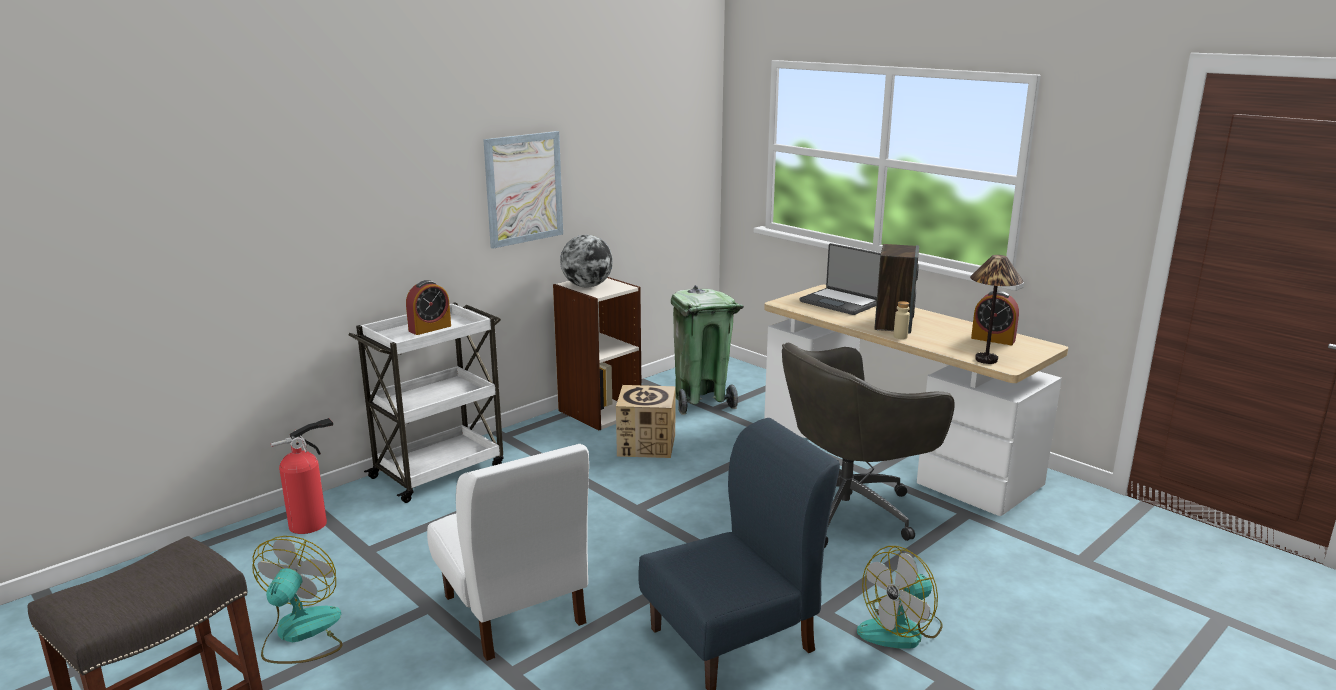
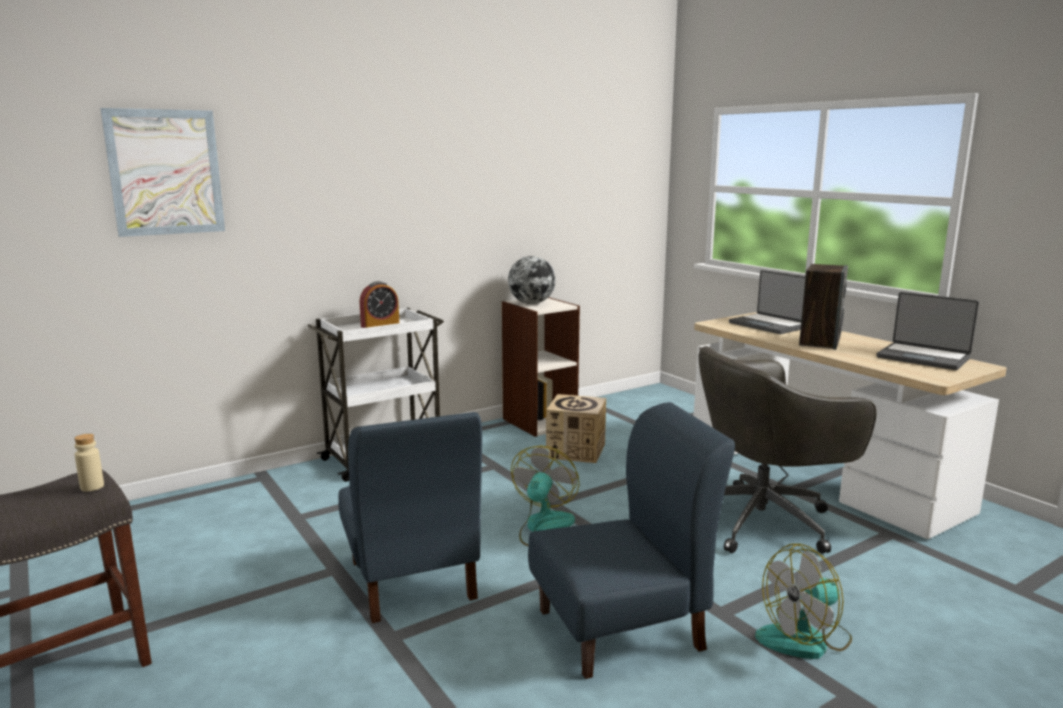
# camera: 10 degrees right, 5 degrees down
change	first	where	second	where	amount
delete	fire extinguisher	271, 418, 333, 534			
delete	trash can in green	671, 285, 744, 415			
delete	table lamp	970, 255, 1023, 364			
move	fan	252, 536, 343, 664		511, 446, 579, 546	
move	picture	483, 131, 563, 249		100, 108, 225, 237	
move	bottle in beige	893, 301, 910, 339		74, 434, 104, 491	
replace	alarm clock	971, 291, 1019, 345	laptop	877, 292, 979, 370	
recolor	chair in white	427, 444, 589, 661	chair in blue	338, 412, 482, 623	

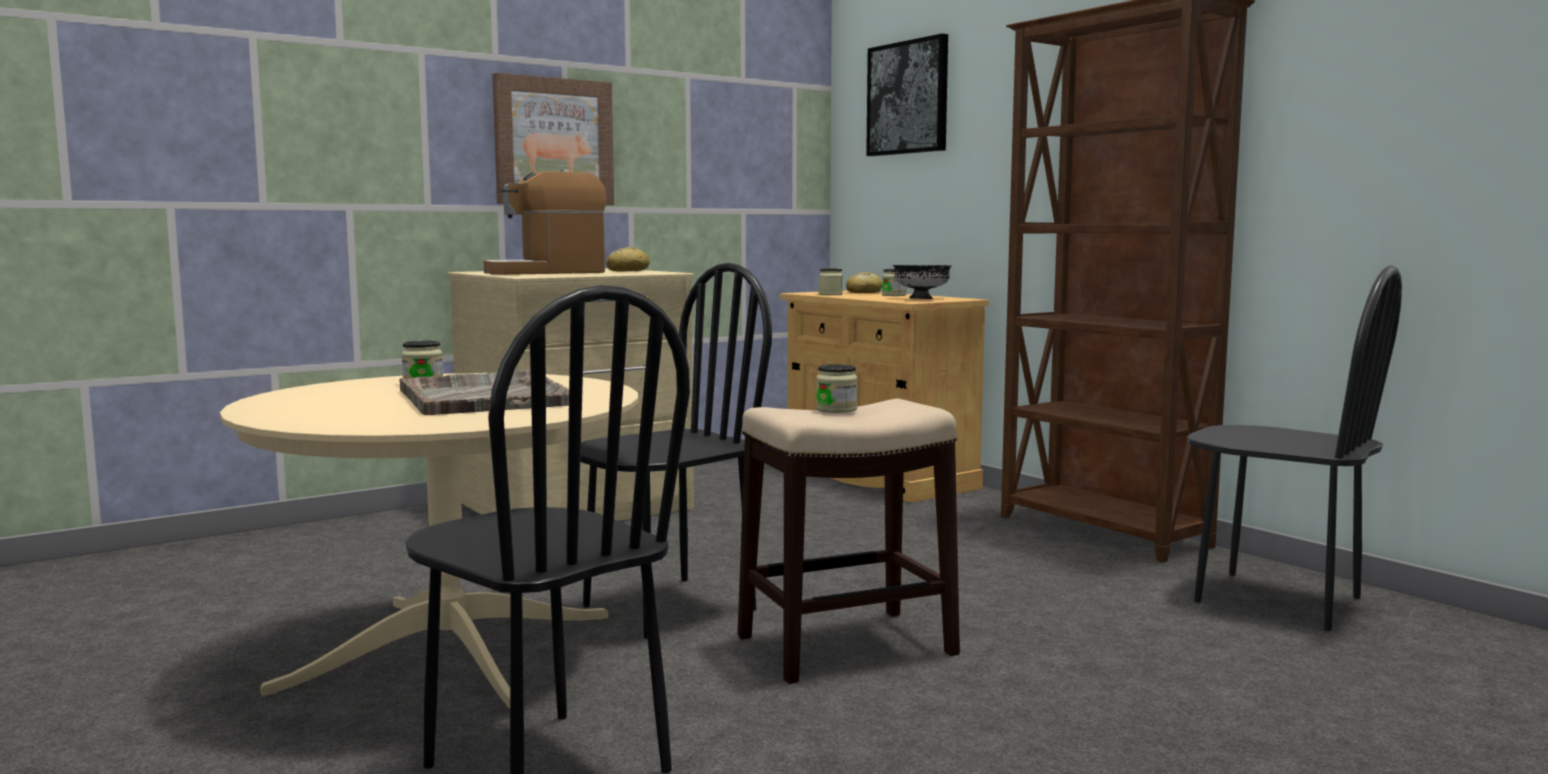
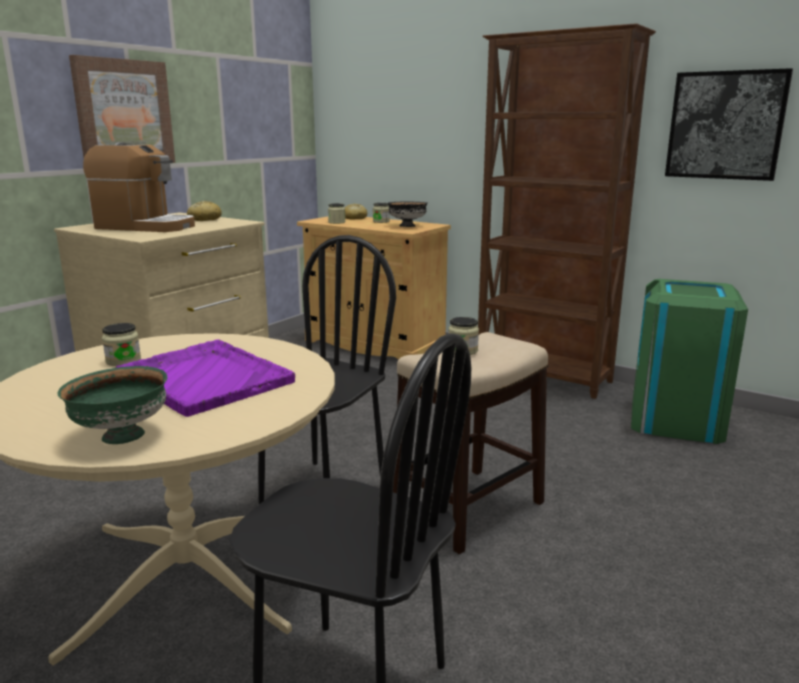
# camera: 20 degrees left, 10 degrees up
change	first	where	second	where	amount
insert			bowl in green	57, 366, 168, 444	
move	picture	866, 34, 948, 156		665, 68, 793, 181	
replace	chair in black	1187, 265, 1402, 631	trash can in green	631, 279, 748, 444	
recolor	tray in grey	399, 370, 569, 415	tray in purple	115, 340, 295, 417	
rotate	coffee machine	484, 170, 607, 275		83, 142, 195, 232	120 degrees counterclockwise

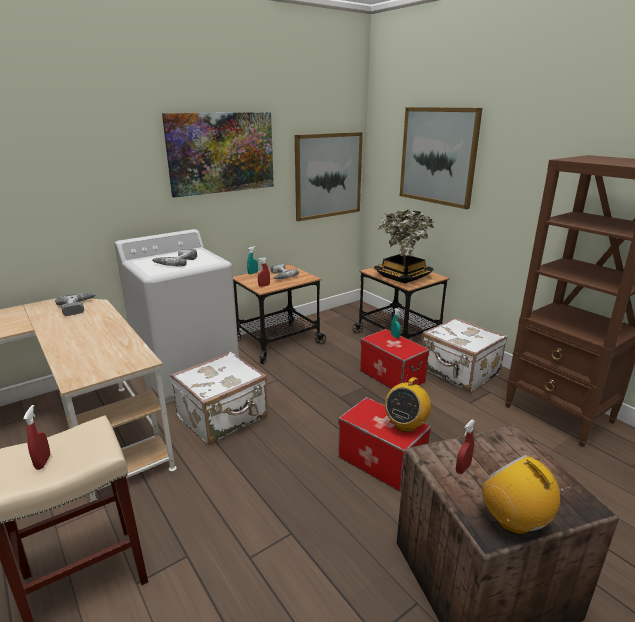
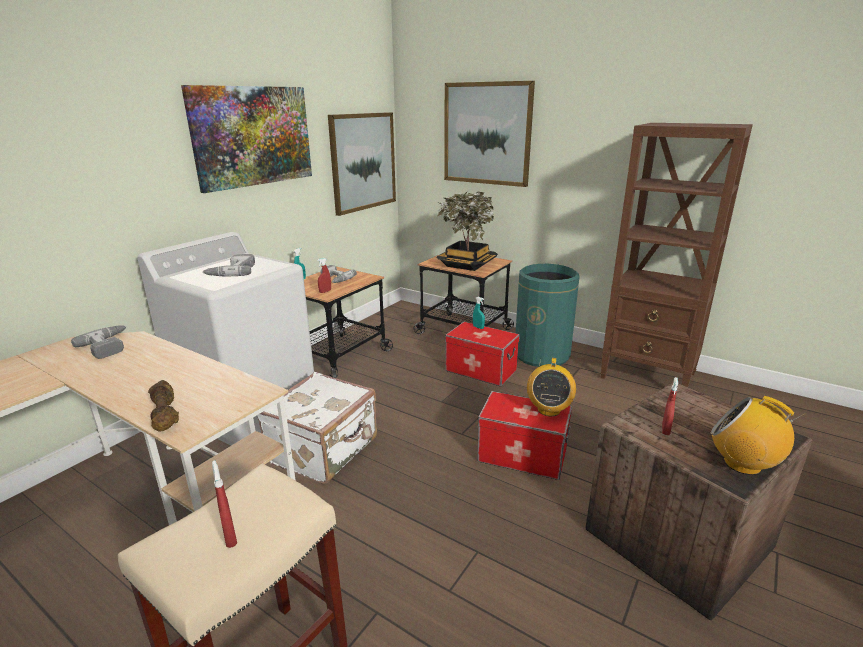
# camera: 20 degrees left, 0 degrees up
change	first	where	second	where	amount
insert			dumbbell in brown	148, 380, 179, 431	
replace	suitcase in white	422, 317, 507, 392	trash can in green	516, 264, 580, 367	

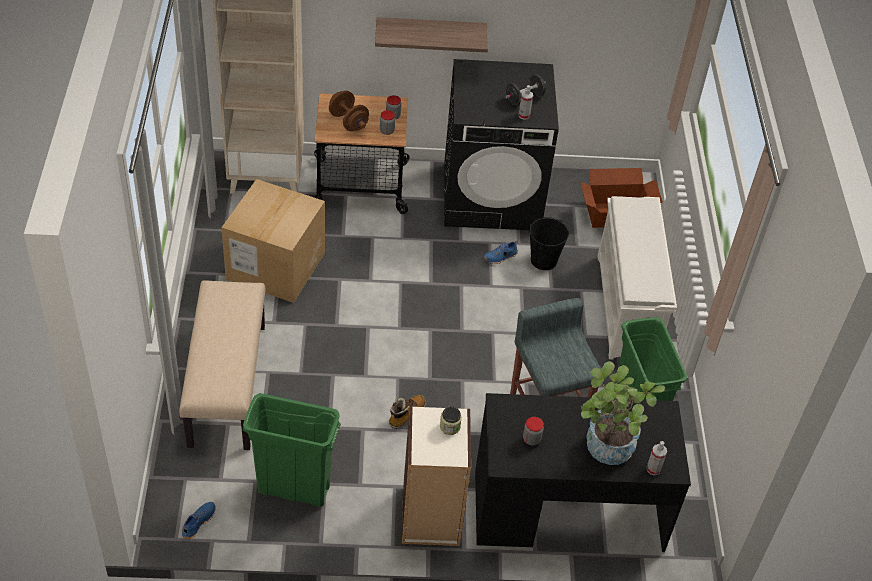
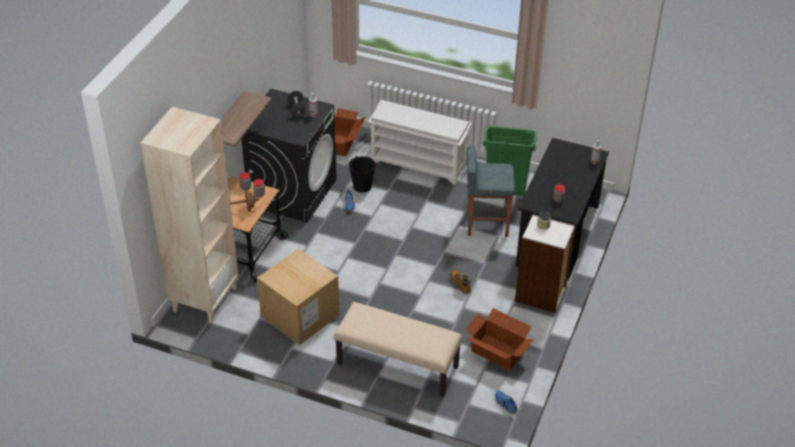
# camera: 65 degrees left, 5 degrees down
change	first	where	second	where	amount
delete	potted plant	581, 361, 665, 465			
replace	trash can in green	242, 393, 341, 507	cardboard box	465, 308, 534, 370	

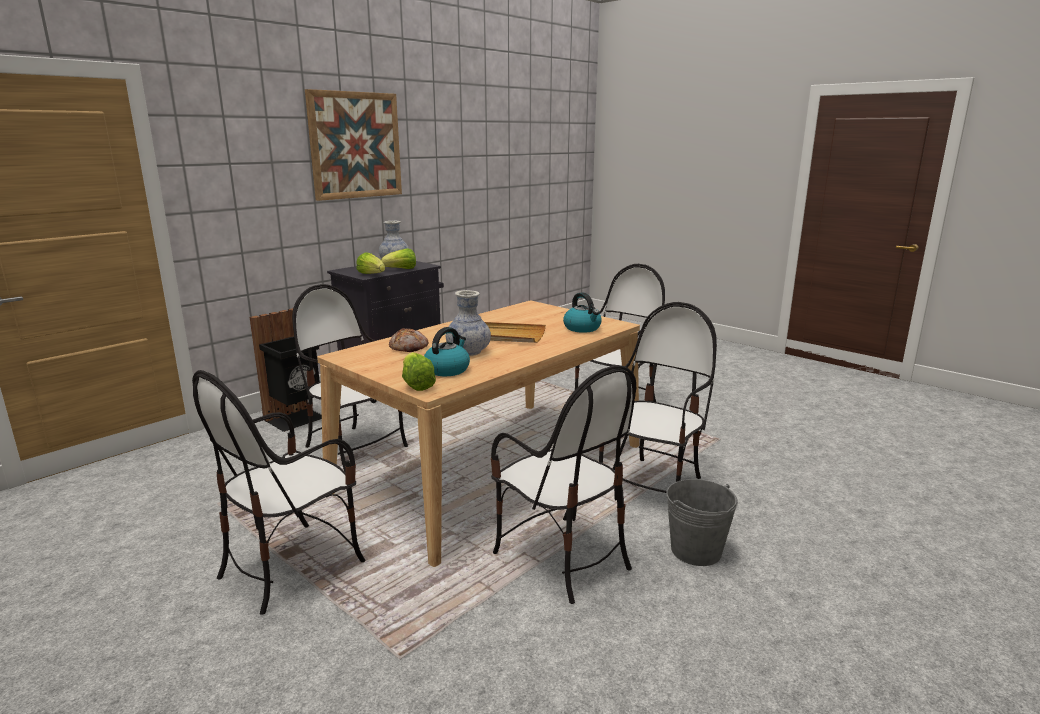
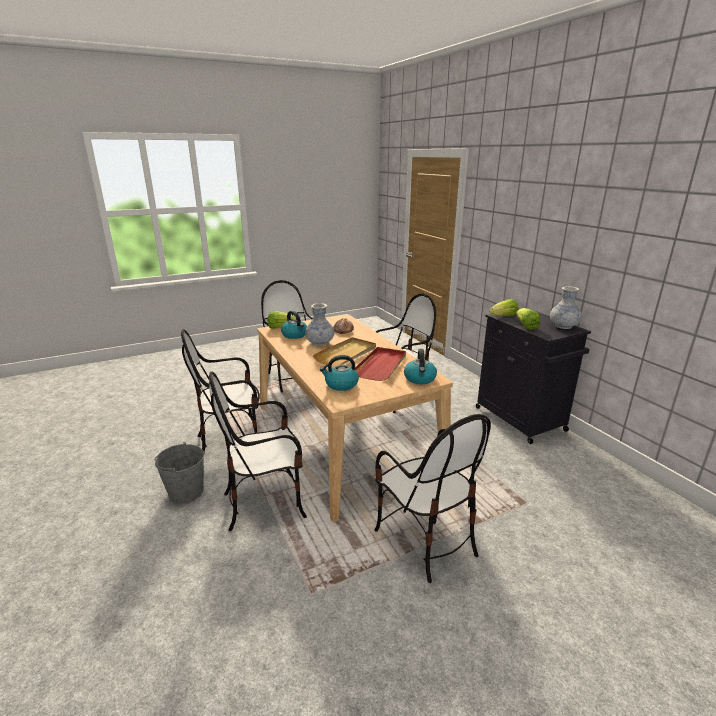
# camera: 110 degrees right, 5 degrees up
change	first	where	second	where	amount
delete	trash can in black	250, 308, 322, 432			
delete	picture	305, 89, 402, 201			
insert			tray in red	355, 347, 406, 381	
insert			kettle	404, 349, 437, 384	
rotate	chair	599, 302, 717, 493		209, 371, 307, 531	105 degrees clockwise

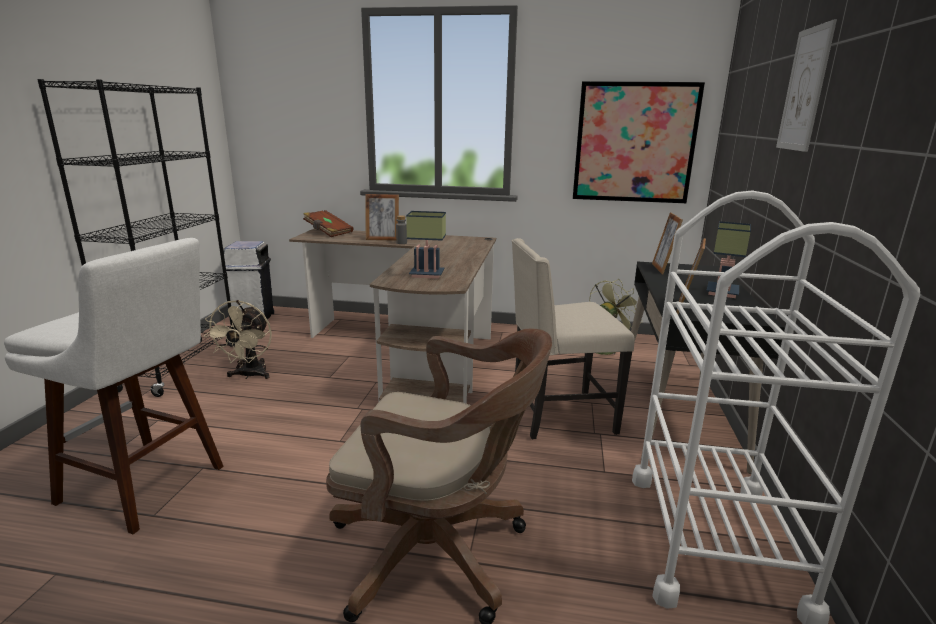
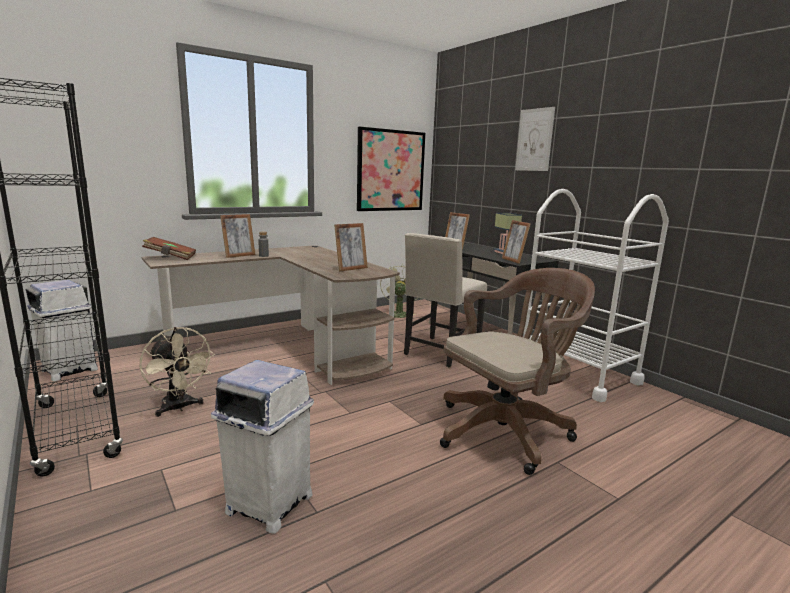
# camera: 45 degrees left, 5 degrees down
change	first	where	second	where	amount
replace	stool in white	4, 238, 224, 534	trash can in white	211, 360, 314, 534	
replace	table lamp	406, 211, 446, 279	picture frame	334, 223, 368, 271	

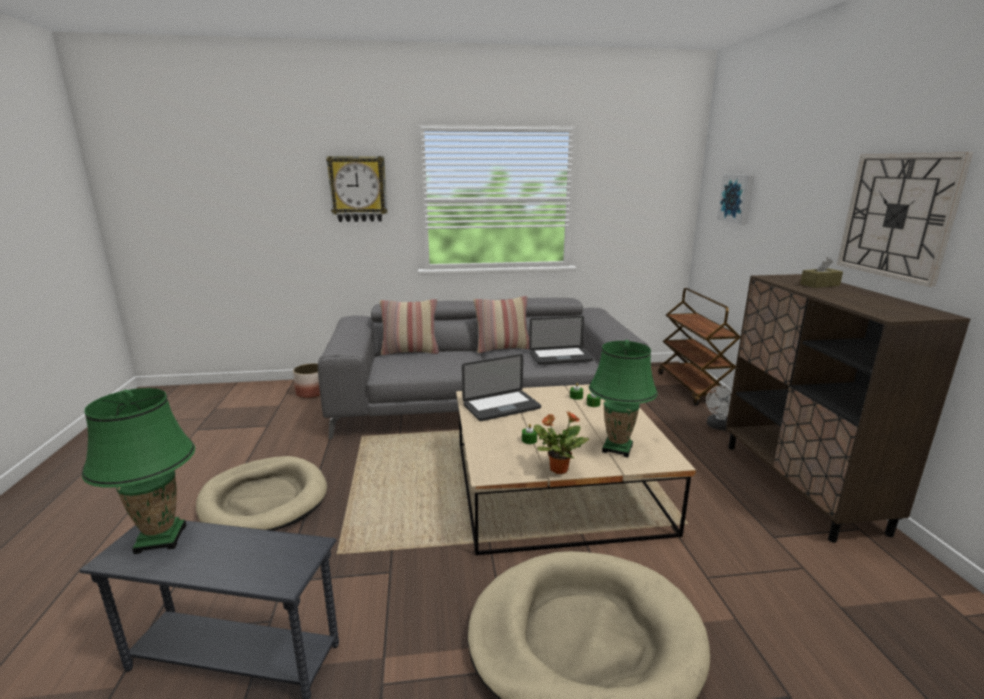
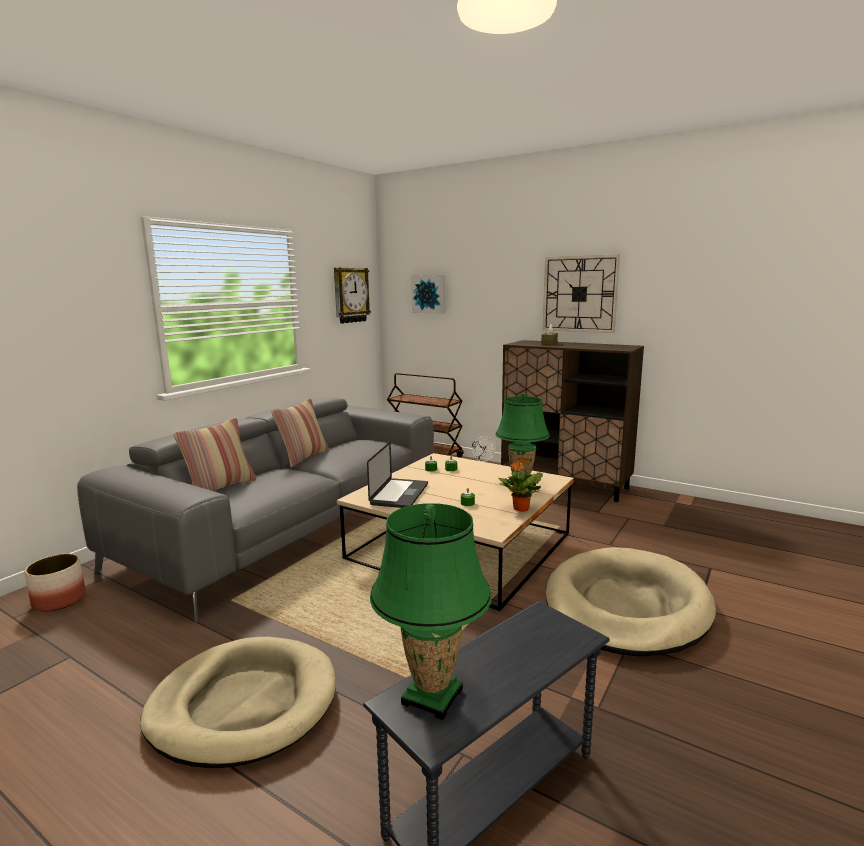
# camera: 50 degrees left, 5 degrees down
change	first	where	second	where	amount
delete	laptop	529, 316, 593, 365			
move	wall clock	326, 156, 388, 222		334, 268, 371, 324	

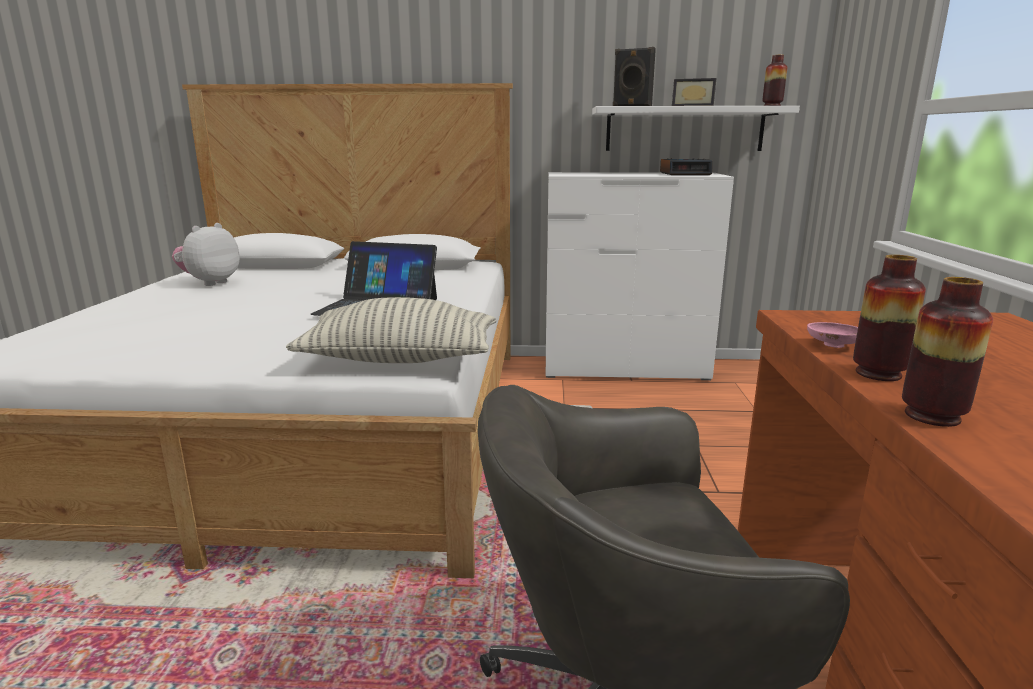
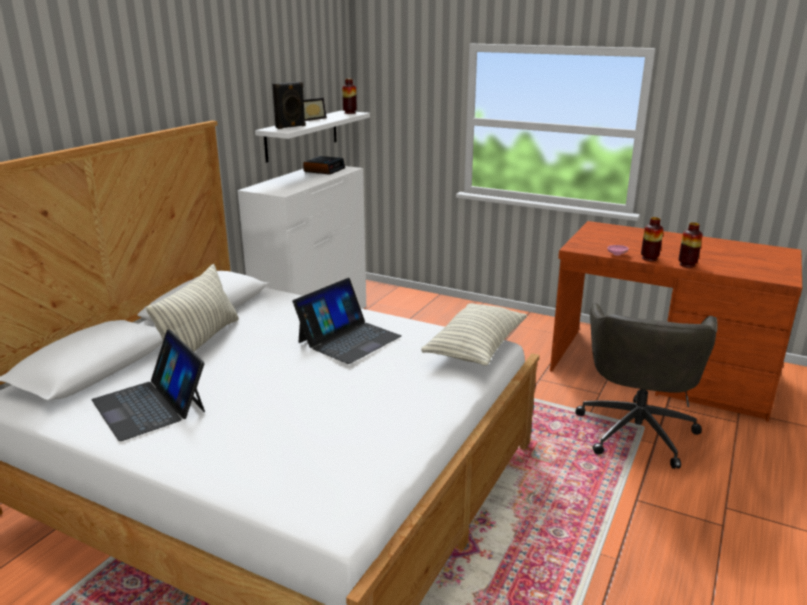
# camera: 65 degrees left, 5 degrees up
change	first	where	second	where	amount
insert			pillow	146, 264, 239, 352	
replace	plush toy	172, 223, 240, 286	laptop	92, 330, 205, 441	

